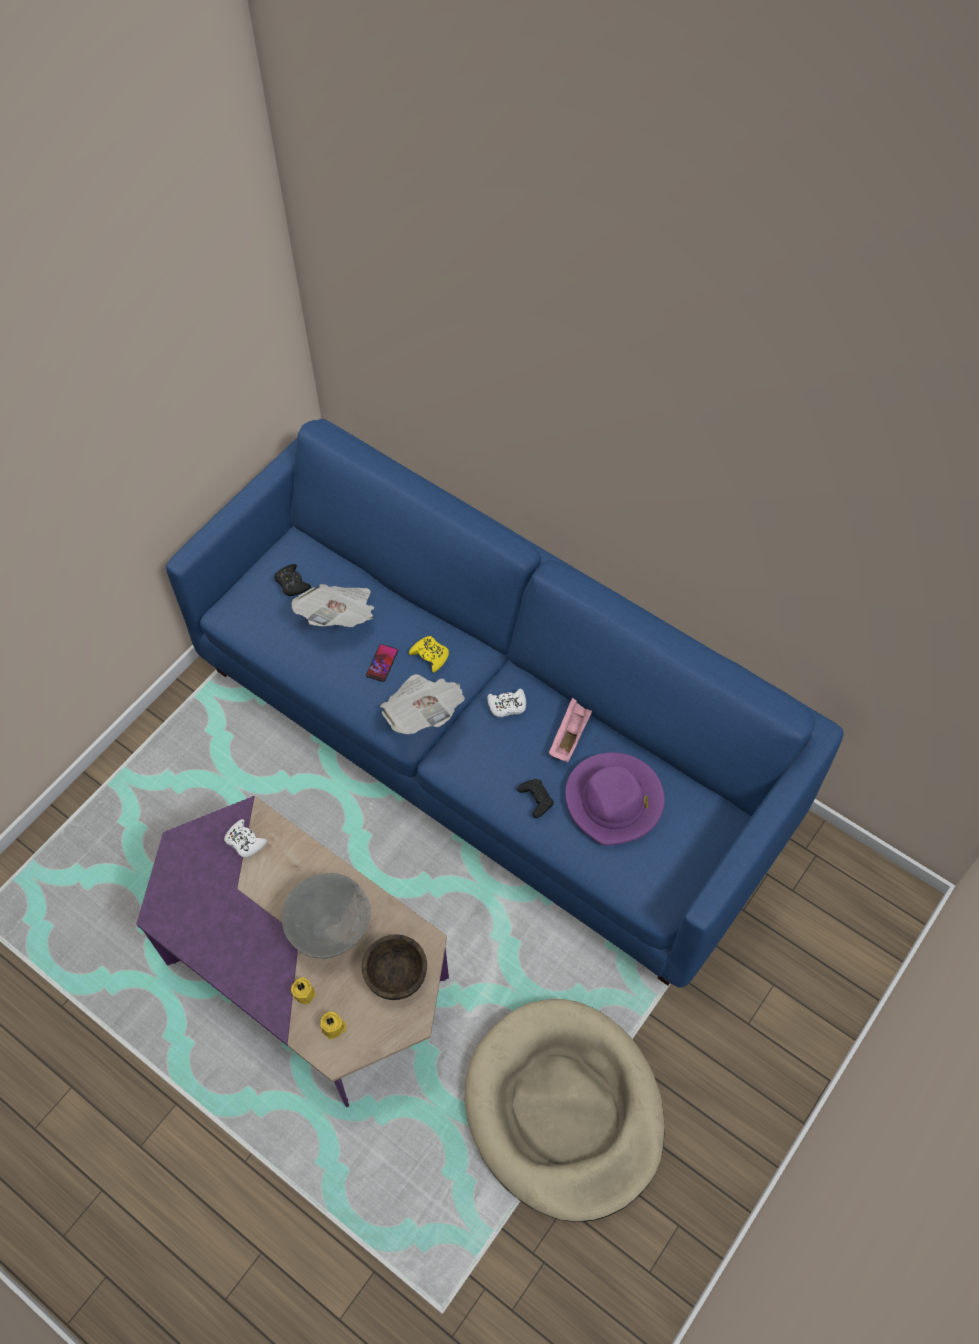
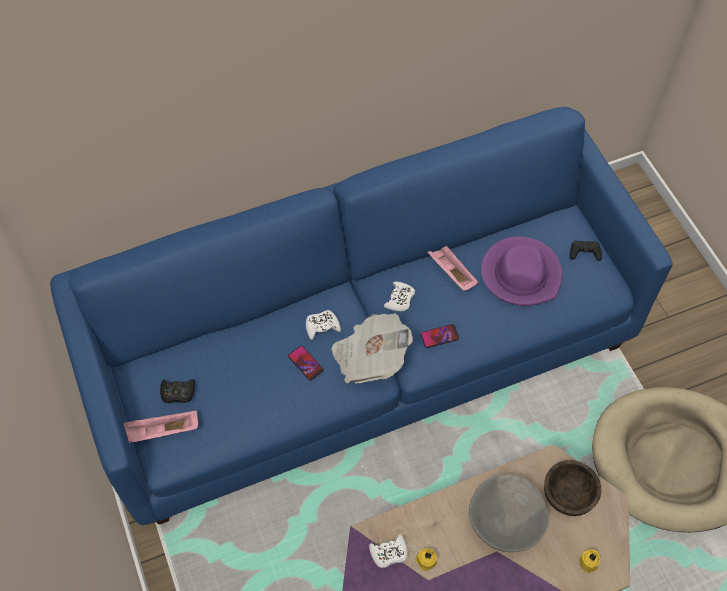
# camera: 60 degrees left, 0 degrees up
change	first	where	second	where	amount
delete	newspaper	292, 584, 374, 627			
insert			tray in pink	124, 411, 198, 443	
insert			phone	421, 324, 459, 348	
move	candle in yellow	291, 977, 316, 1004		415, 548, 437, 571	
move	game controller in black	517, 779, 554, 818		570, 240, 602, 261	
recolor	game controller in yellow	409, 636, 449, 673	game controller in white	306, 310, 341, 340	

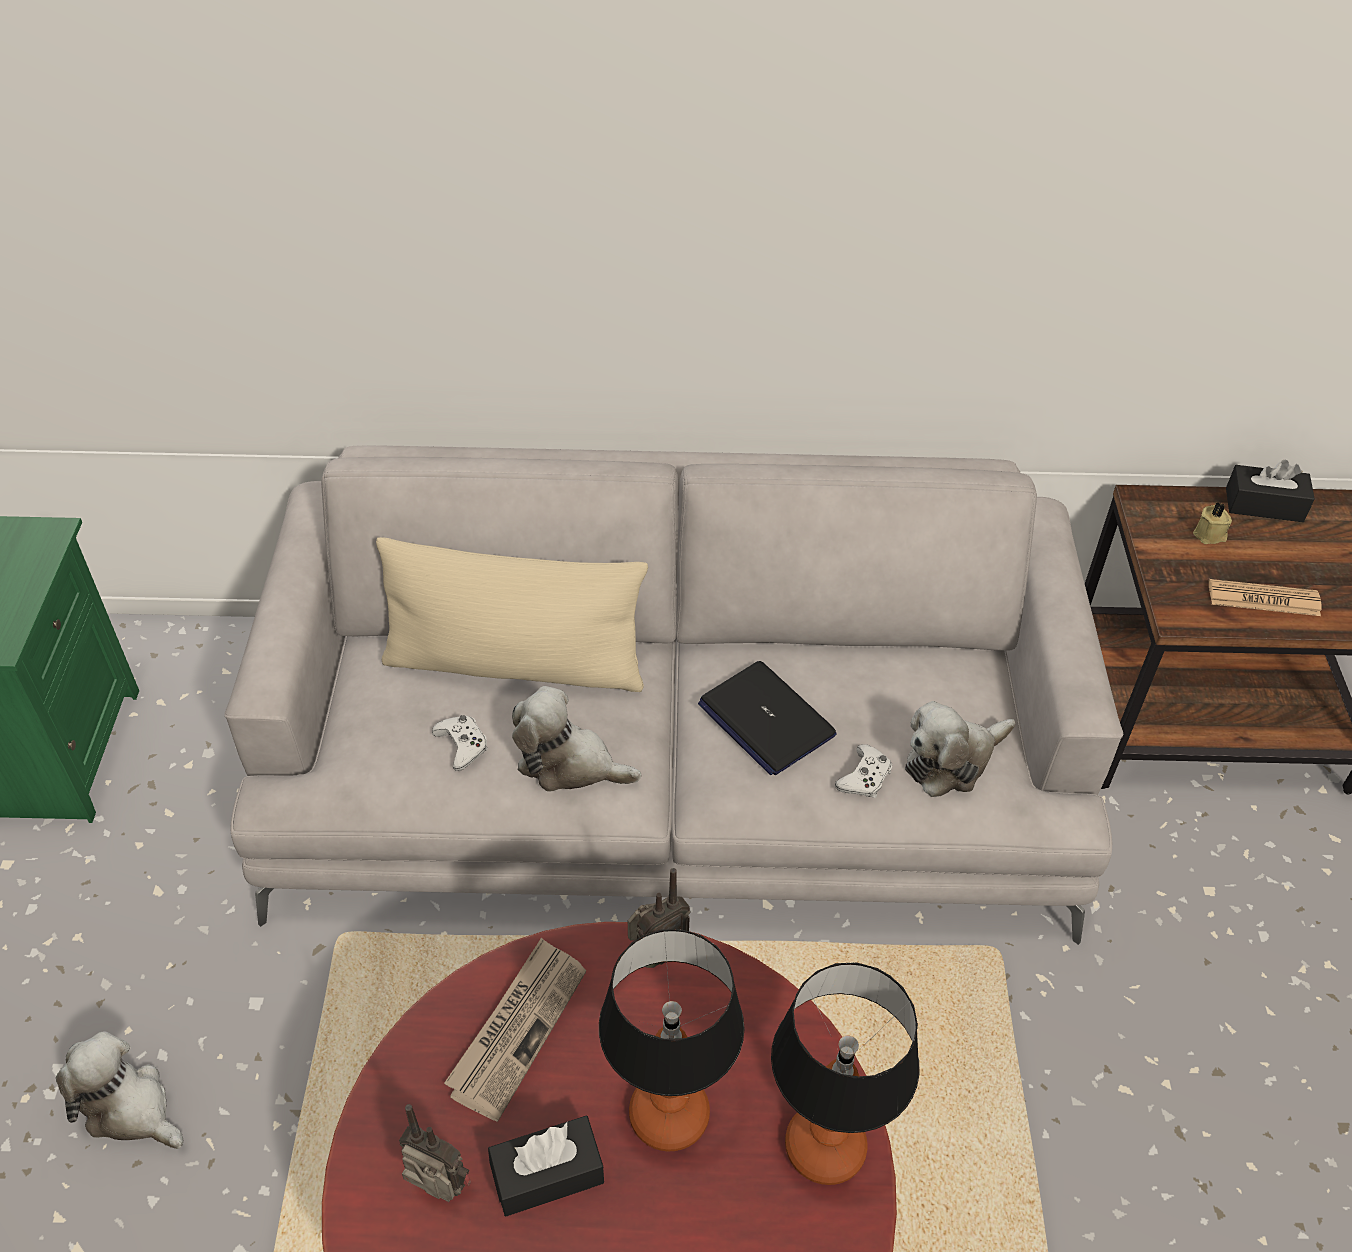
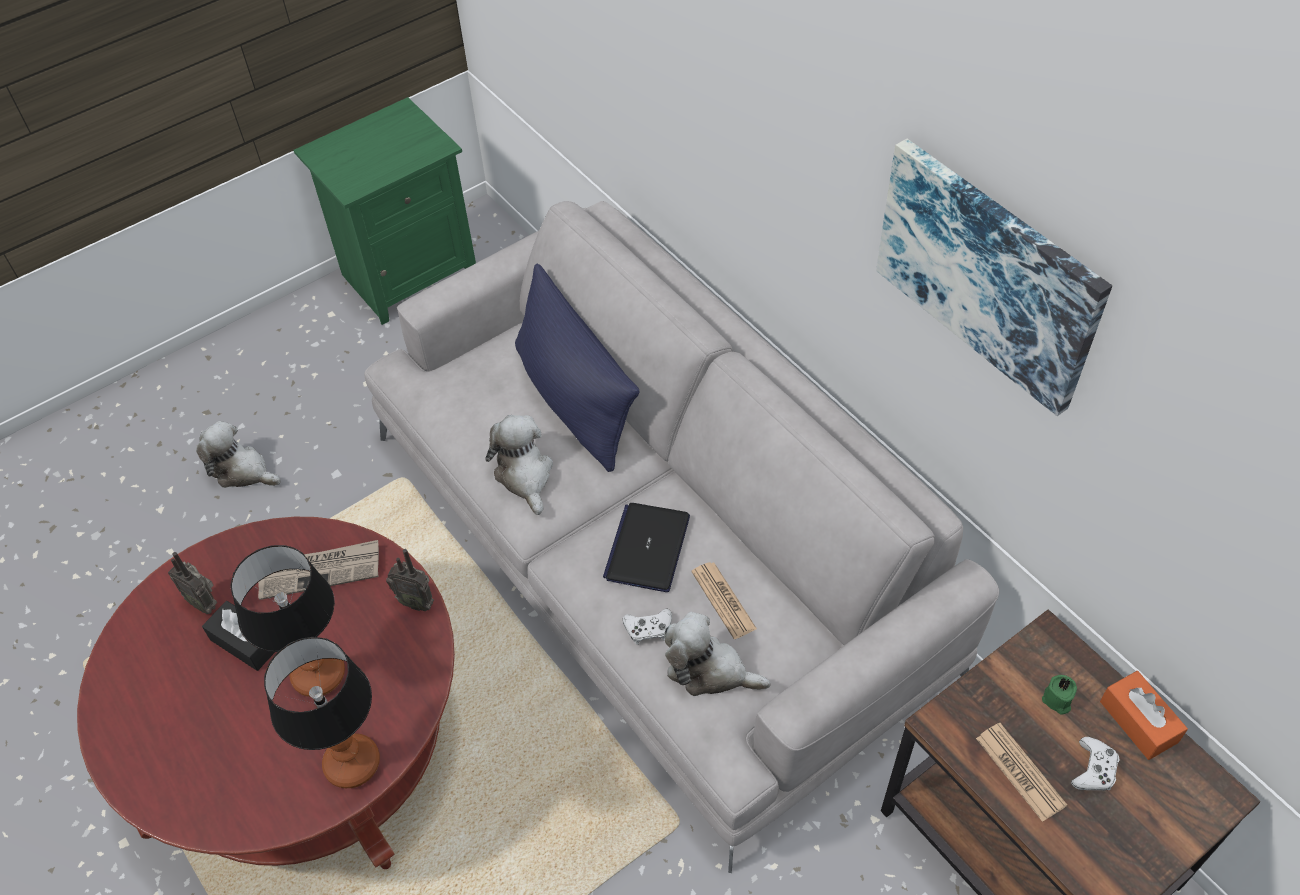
# camera: 55 degrees right, 5 degrees up
change	first	where	second	where	amount
insert			newspaper	691, 562, 757, 639	
insert			picture	876, 139, 1112, 416	
move	game controller in white	432, 715, 488, 771		1071, 737, 1119, 791	
recolor	pillow in beige	376, 537, 648, 692	pillow in blue	515, 263, 639, 472	
recolor	candle in beige	1193, 503, 1232, 544	candle in green	1042, 675, 1077, 714	
recolor	tissue box in black	1226, 459, 1315, 522	tissue box in orange	1100, 671, 1188, 760	
rotate	plush toy	56, 1031, 184, 1149		196, 421, 281, 488	60 degrees counterclockwise
rotate	radio	399, 1104, 471, 1202		168, 552, 217, 614	135 degrees clockwise

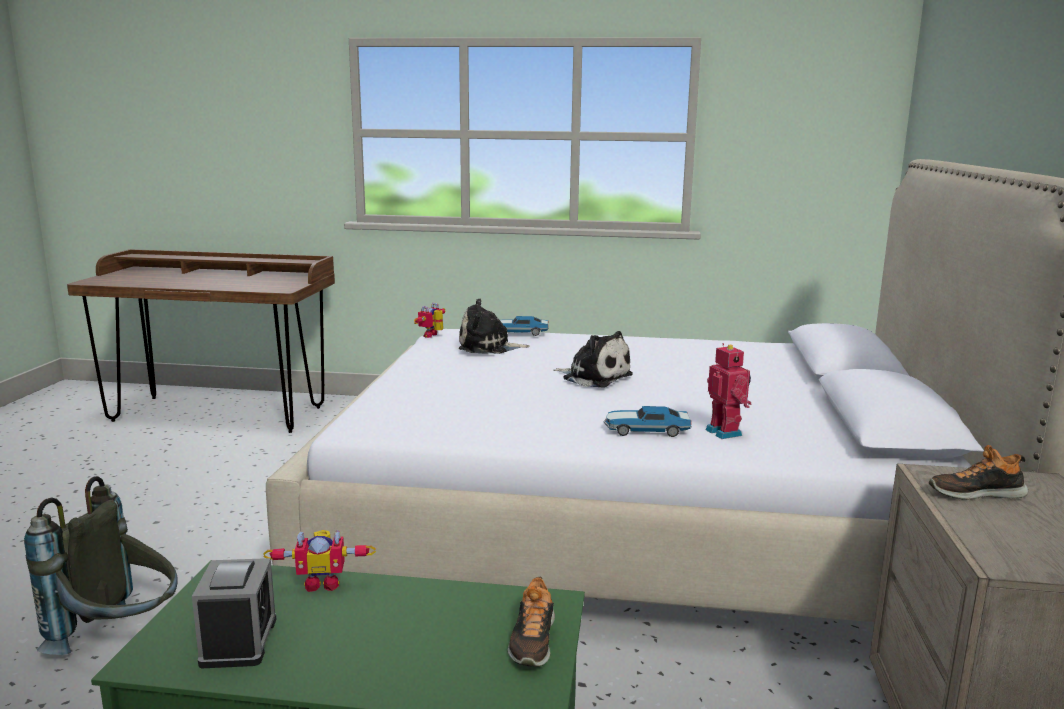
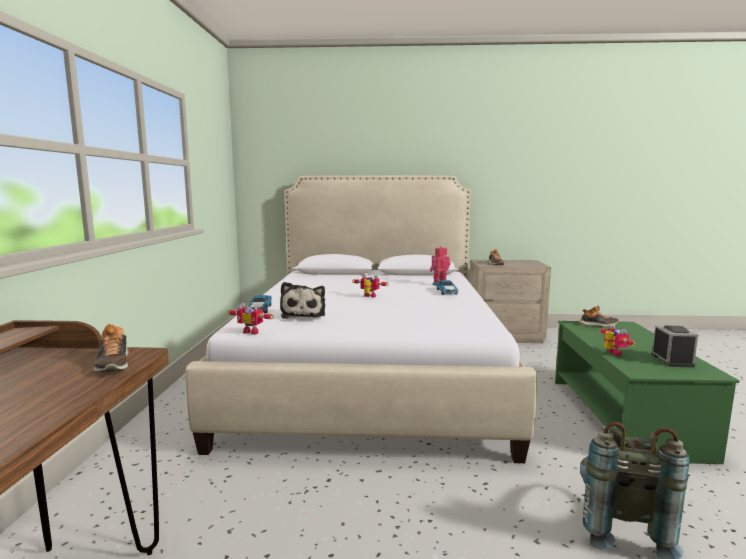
# camera: 95 degrees left, 5 degrees down
change	first	where	second	where	amount
insert			shoe	94, 324, 129, 372	
replace	plush toy	553, 331, 633, 388	toy robot	352, 274, 389, 297	
rotate	alarm clock	192, 558, 276, 668		651, 325, 698, 368	105 degrees clockwise

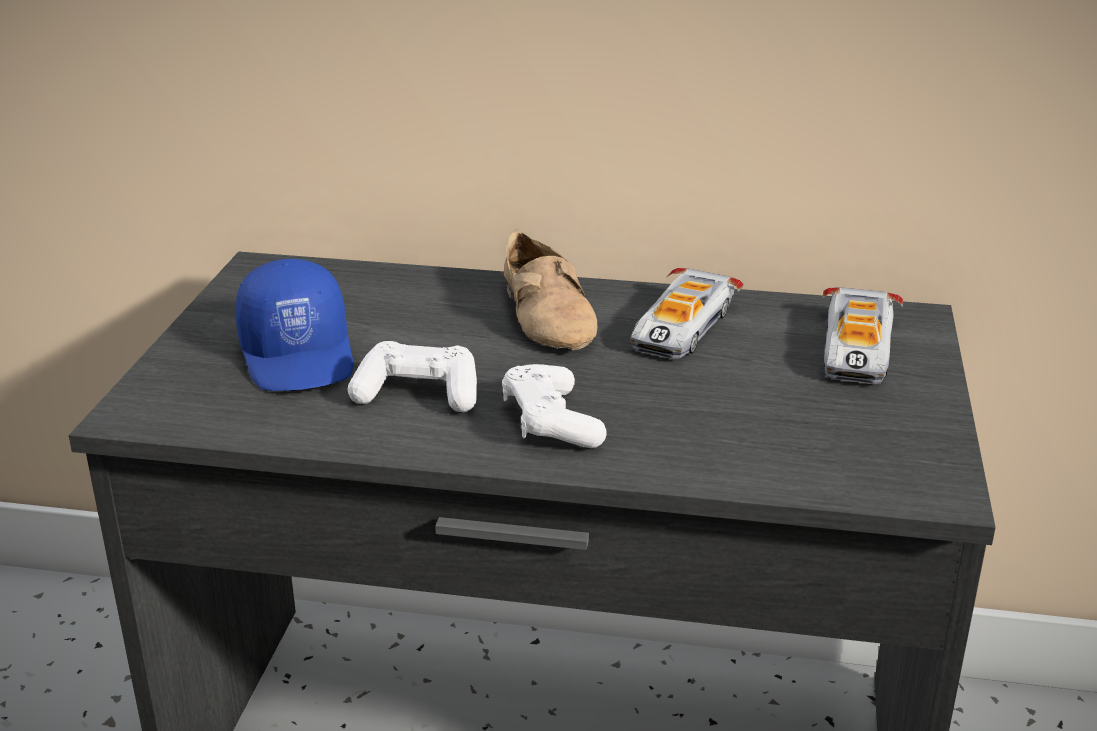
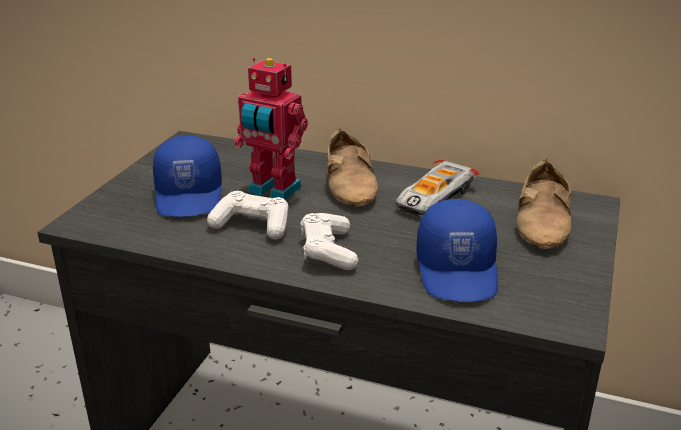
# camera: 10 degrees right, 0 degrees up
change	first	where	second	where	amount
insert			toy robot	234, 58, 308, 199	
insert			cap in blue	417, 199, 498, 302	
replace	toy car	822, 287, 903, 384	shoe in beige	517, 159, 571, 249	

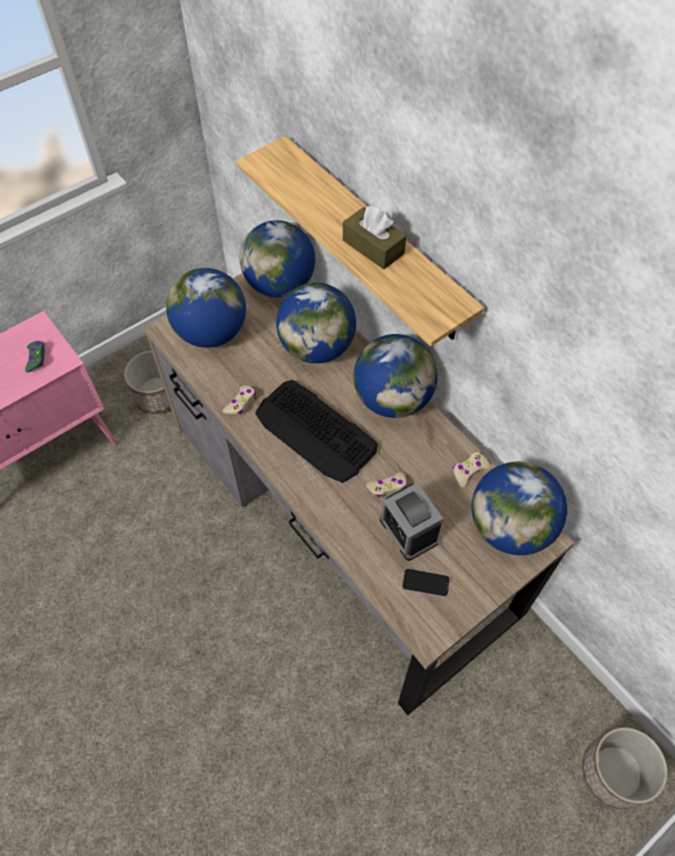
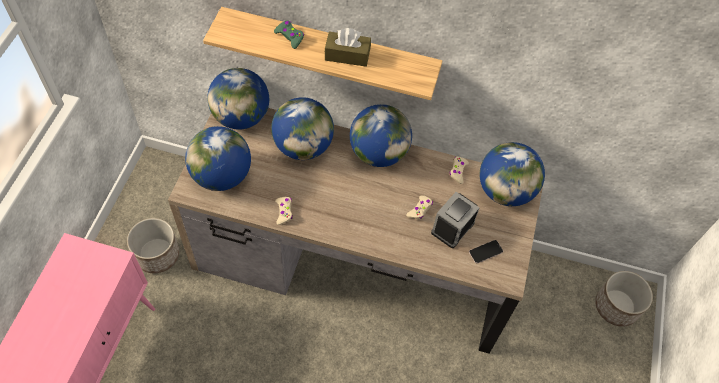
# camera: 40 degrees left, 0 degrees up
change	first	where	second	where	amount
delete	keyboard	255, 380, 378, 483			
move	game controller in green	25, 341, 45, 373		274, 20, 304, 49	
rotate	alarm clock	380, 483, 443, 561		431, 192, 479, 248	105 degrees clockwise

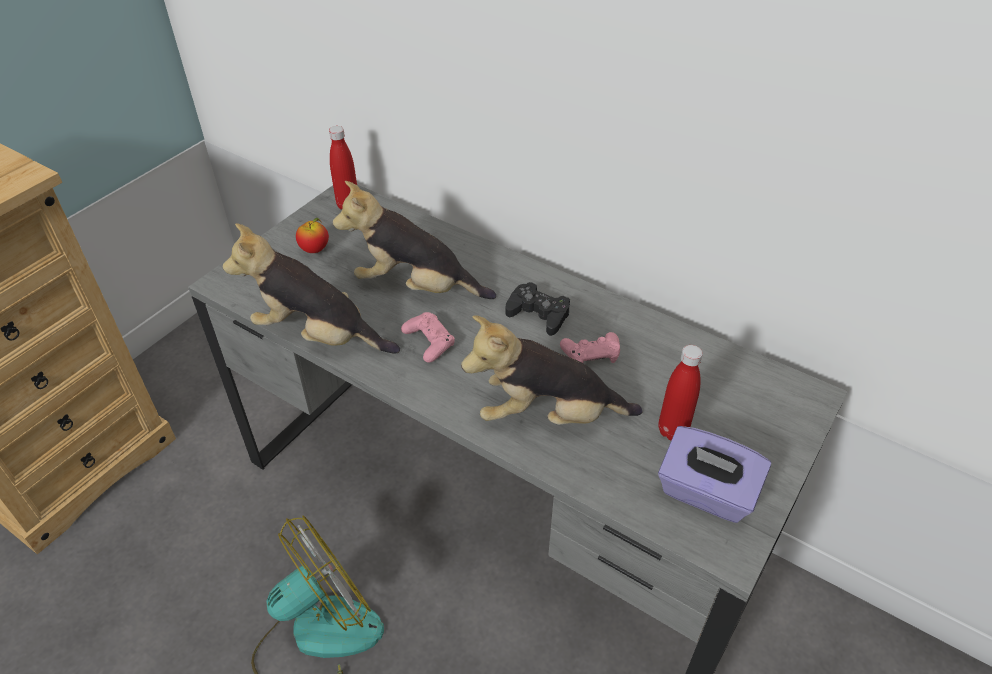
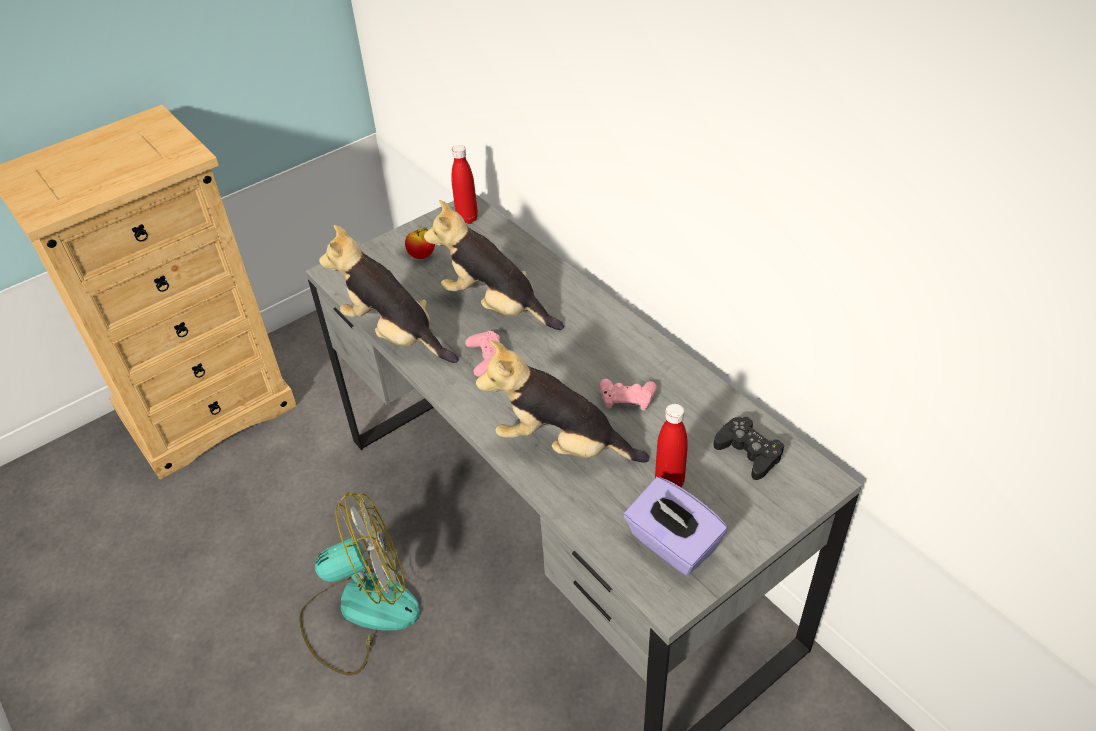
# camera: 20 degrees right, 0 degrees up
change	first	where	second	where	amount
move	game controller in black	505, 282, 570, 336		714, 417, 785, 480	

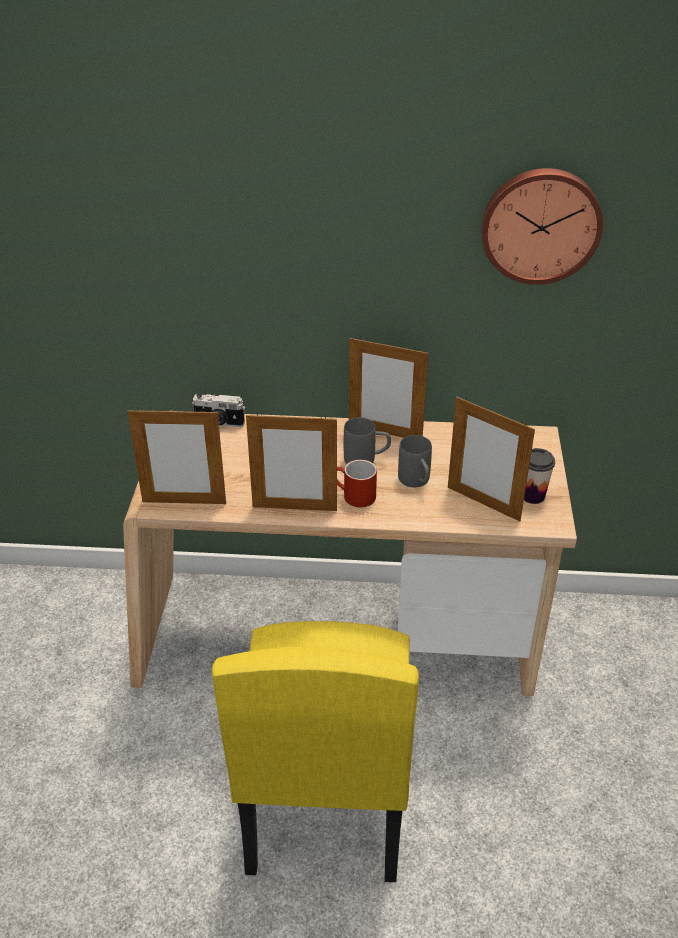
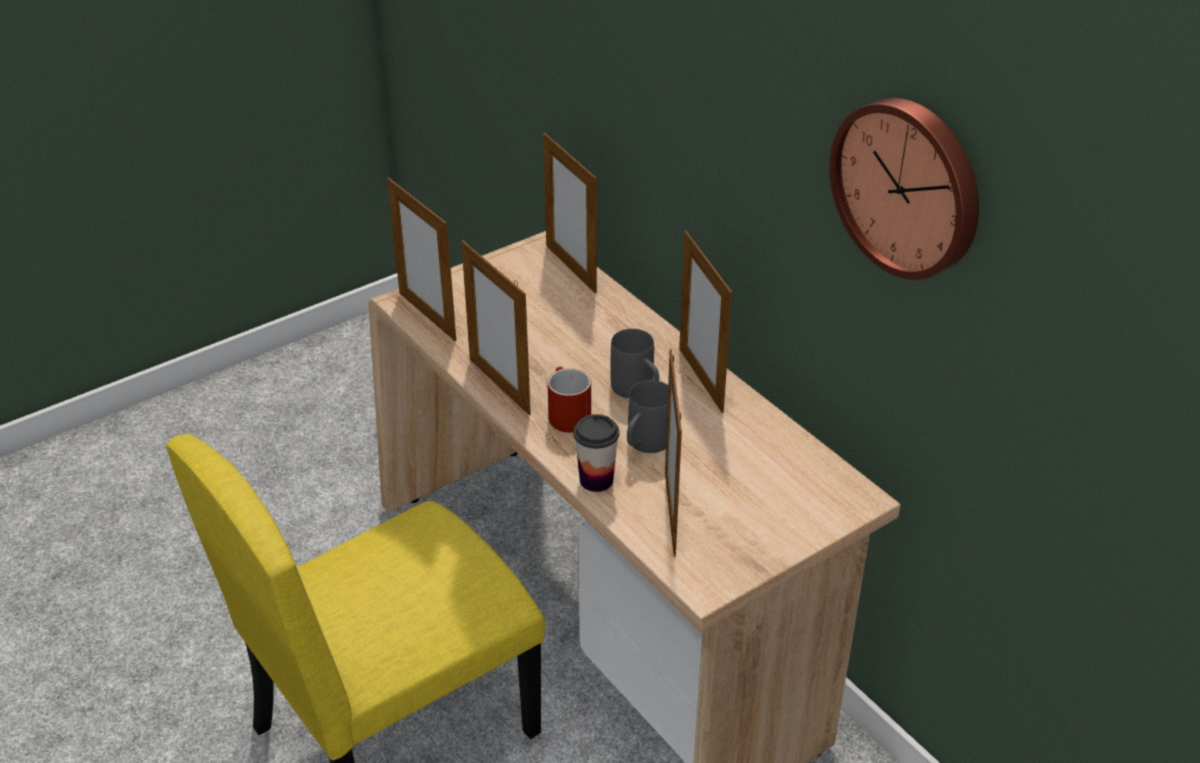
# camera: 50 degrees right, 0 degrees up
change	first	where	second	where	amount
move	cup	524, 448, 555, 504		573, 414, 619, 492	
replace	photo camera	192, 393, 245, 427	picture frame	543, 133, 597, 294	

